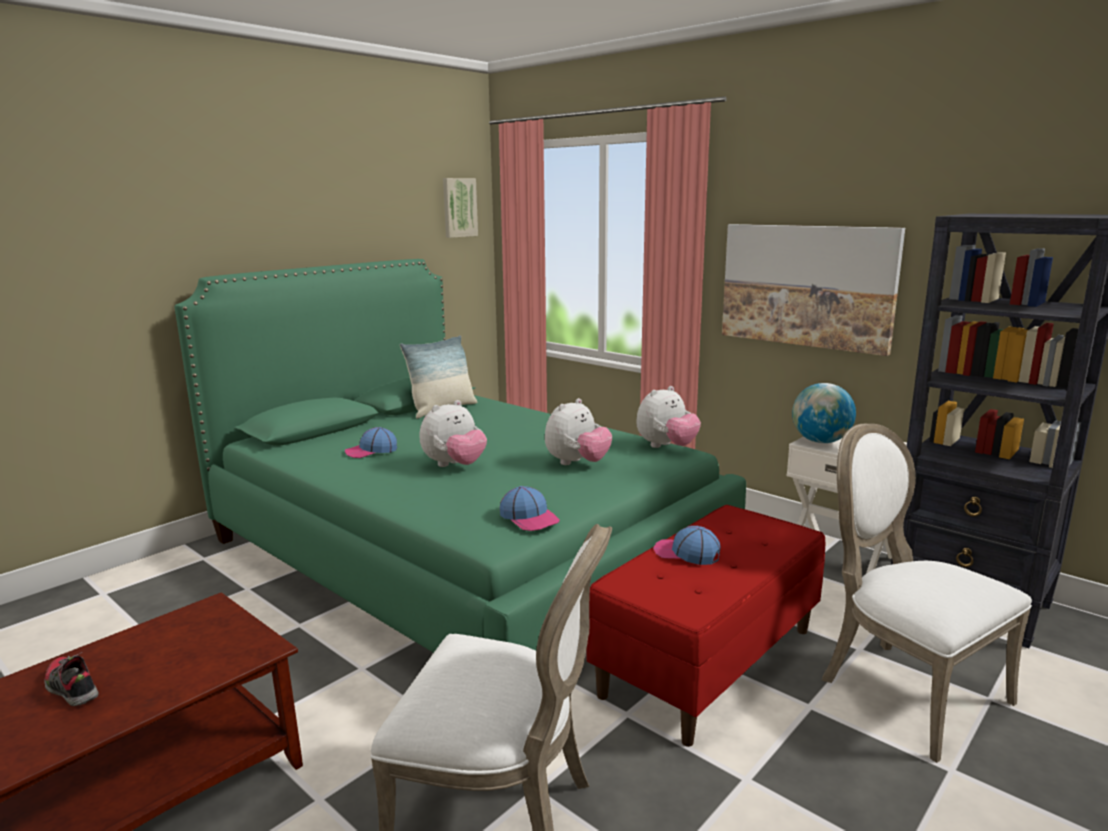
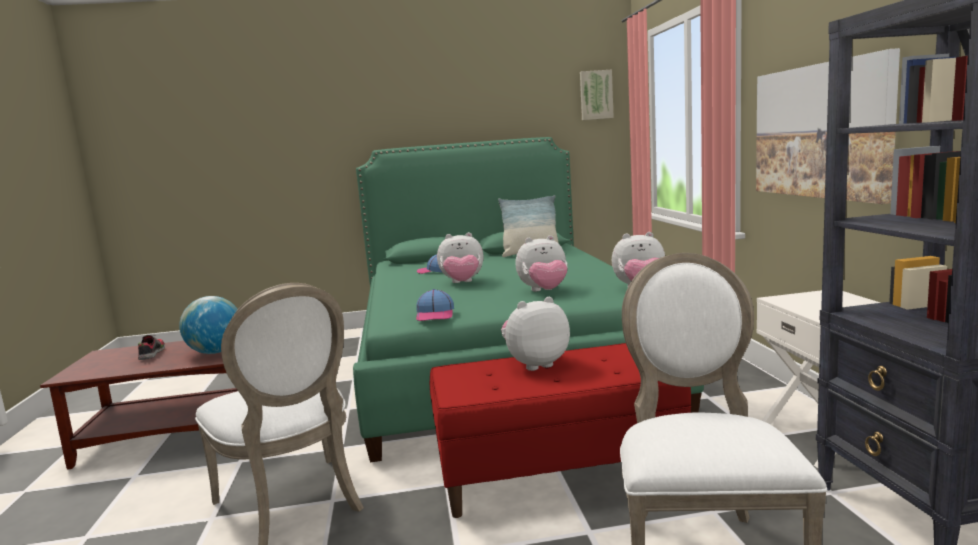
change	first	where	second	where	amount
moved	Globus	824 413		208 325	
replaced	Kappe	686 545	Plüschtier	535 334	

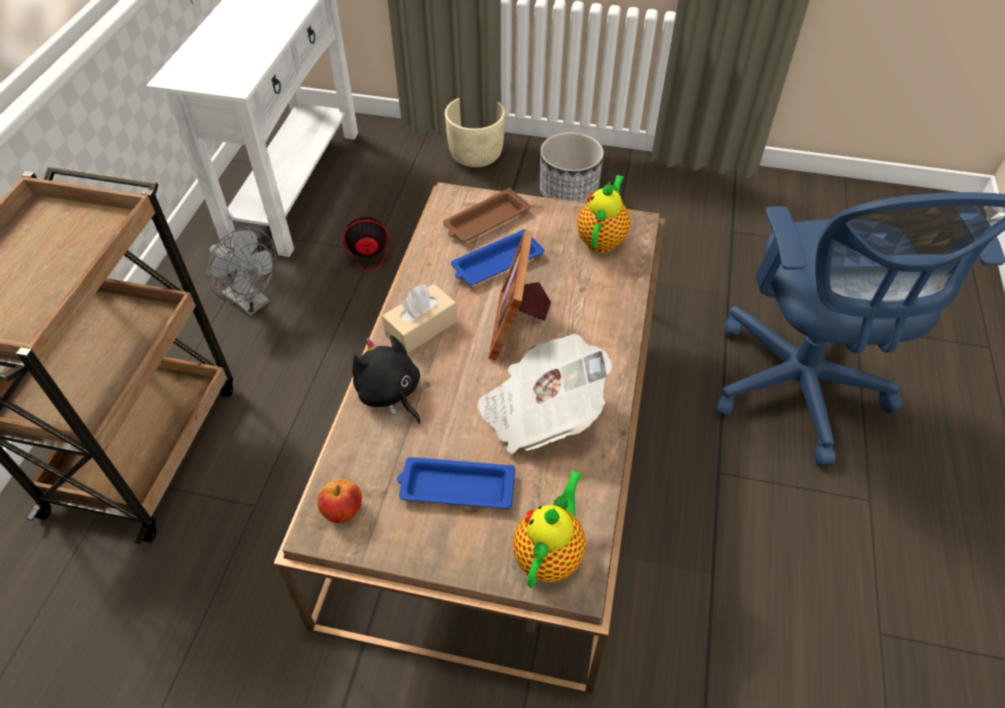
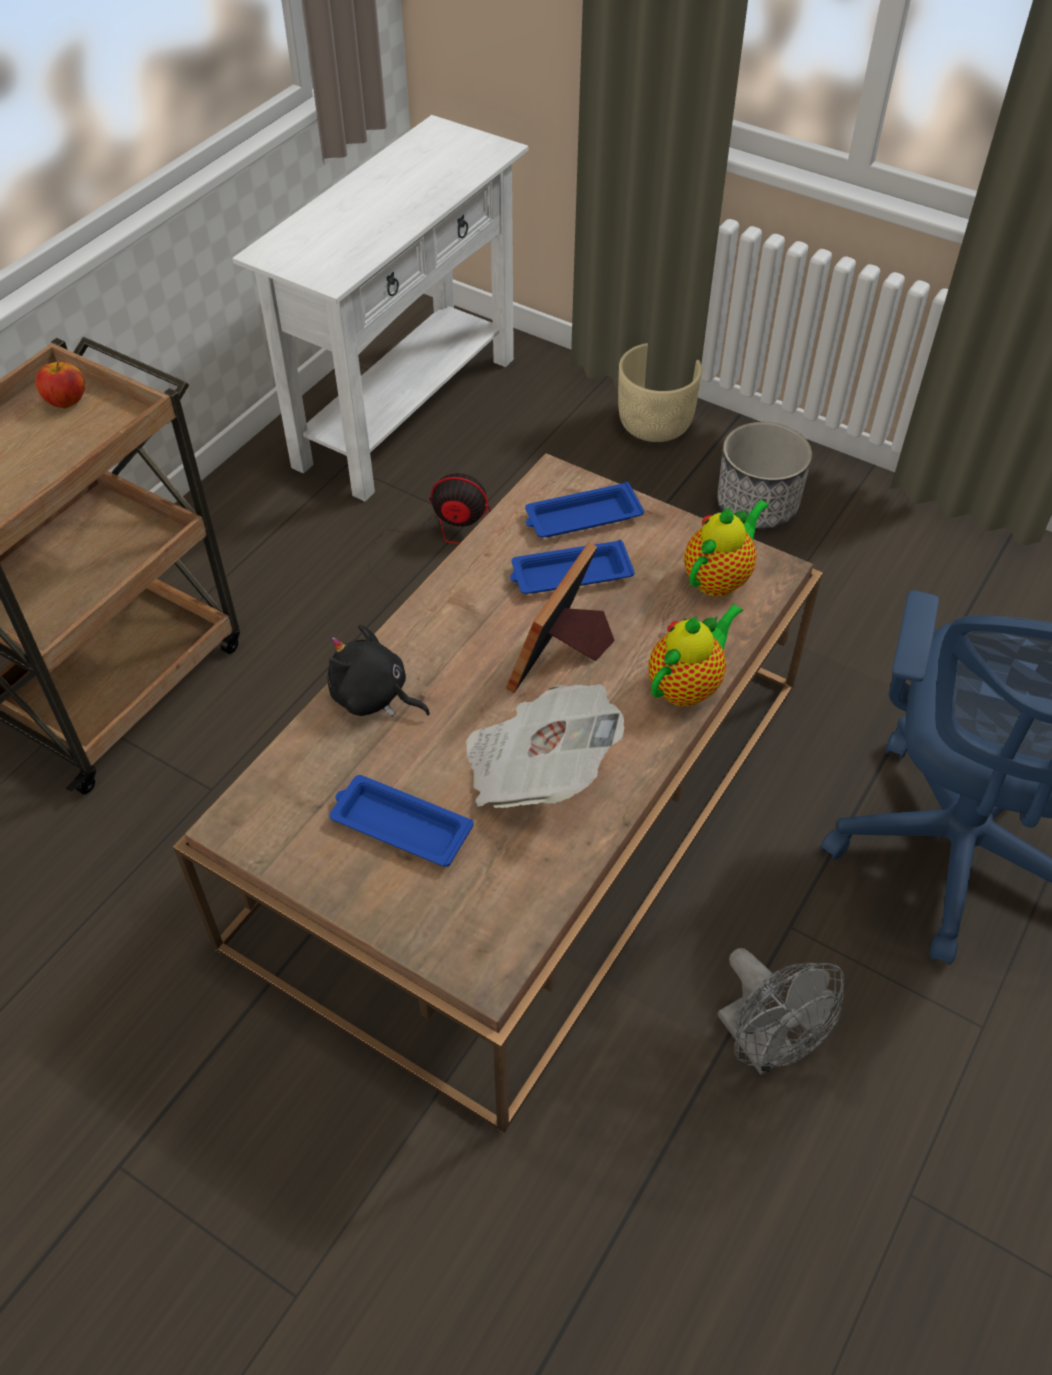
change	first	where	second	where	amount
recoloured	Tablett (braun)	486 215	Tablett (blau)	584 509	
moved	Ventilator (grau)	241 271		781 1011	
removed	Taschentuchbox (beige)	419 319			
turned	Plüschtier (schwarz)	386 379		379 670	45 degrees counterclockwise
moved	Teekanne	549 529		695 655	
moved	Apfel	339 501		60 384	

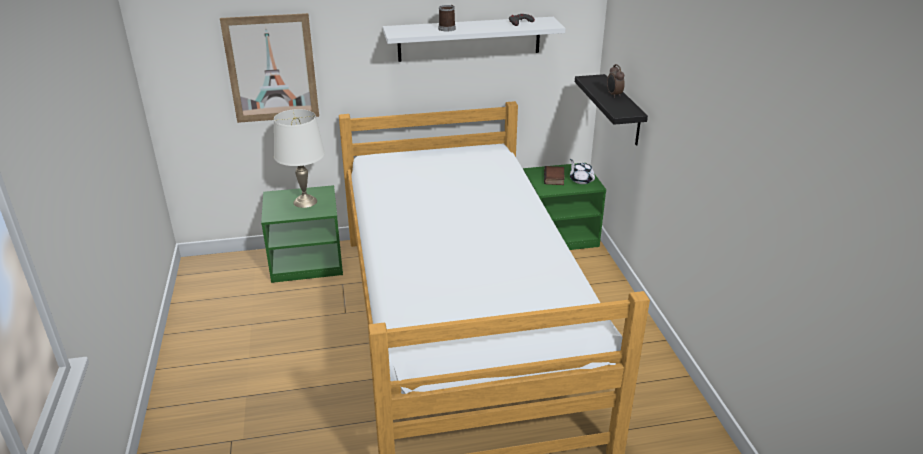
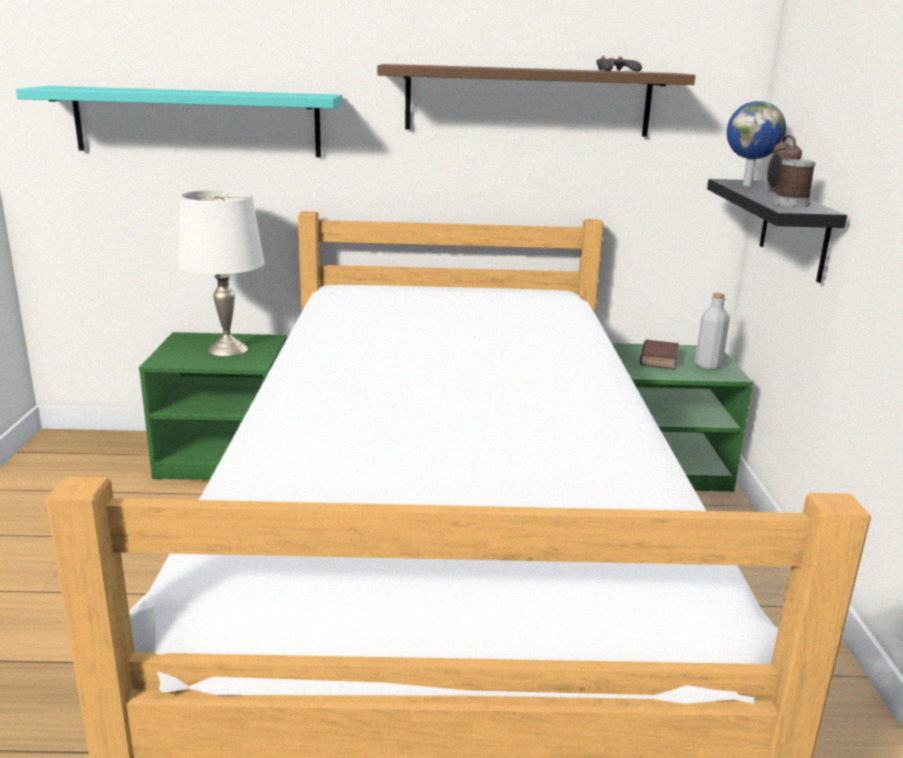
change	first	where	second	where	amount
moved	Henkelbecher	447 18		794 183	
replaced	Bild	269 68	Wandregal (türkis)	179 121	
recoloured	Wandregal (weiß)	474 39	Wandregal (braun)	536 100	
replaced	Teekanne (weiß)	582 171	Flasche (grau)	712 331	
added			Globus	756 143	

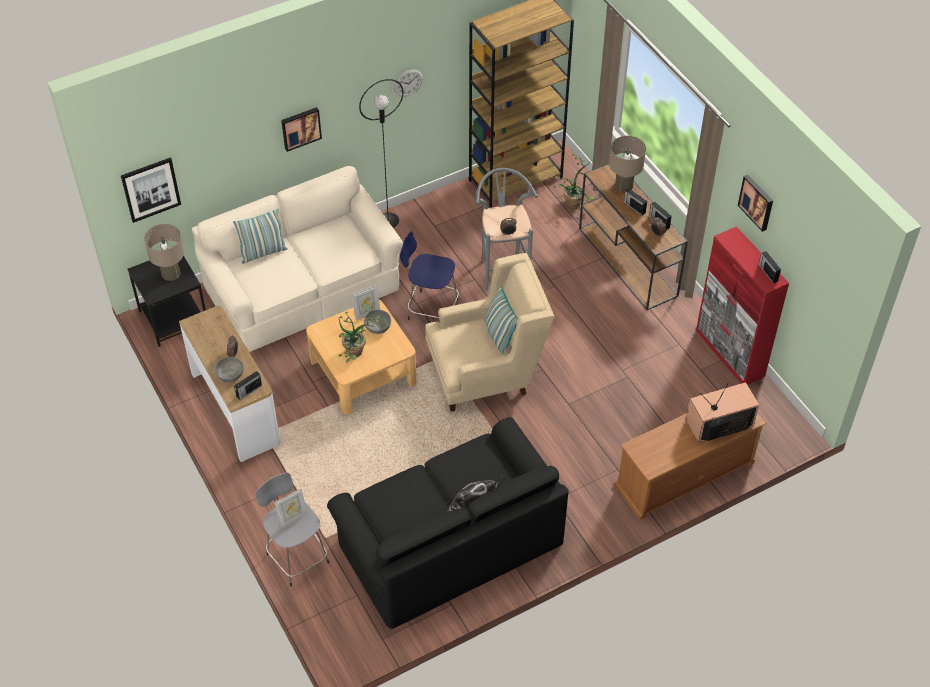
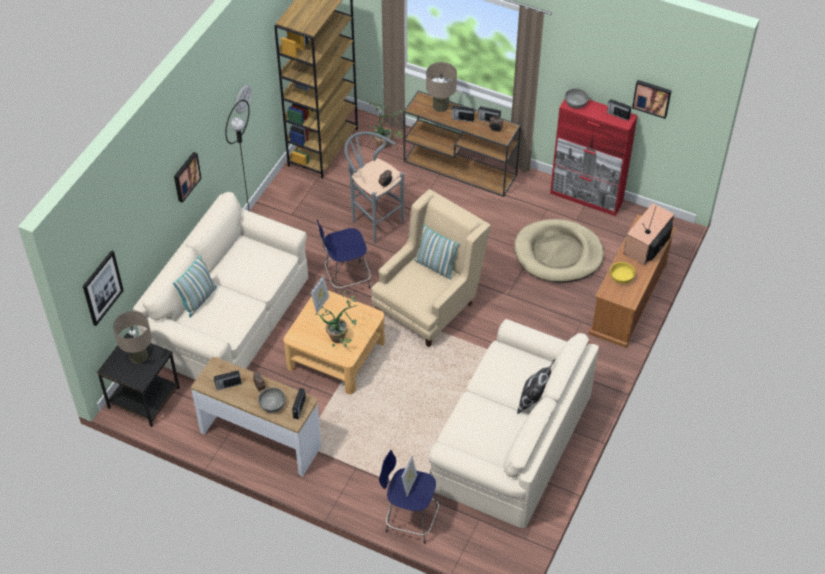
change	first	where	second	where	amount
moved	Bild	755 203		652 99	
moved	Schüssel (grau)	377 322		577 98	
recoloured	Sofa (schwarz)	448 523	Sofa (beige)	514 423	
recoloured	Hocker (grau)	292 529	Hocker (blau)	409 497	
added			Hundebett (beige)	559 251	
added			Schüssel (gelb)	622 273	
added			Radio	227 380	

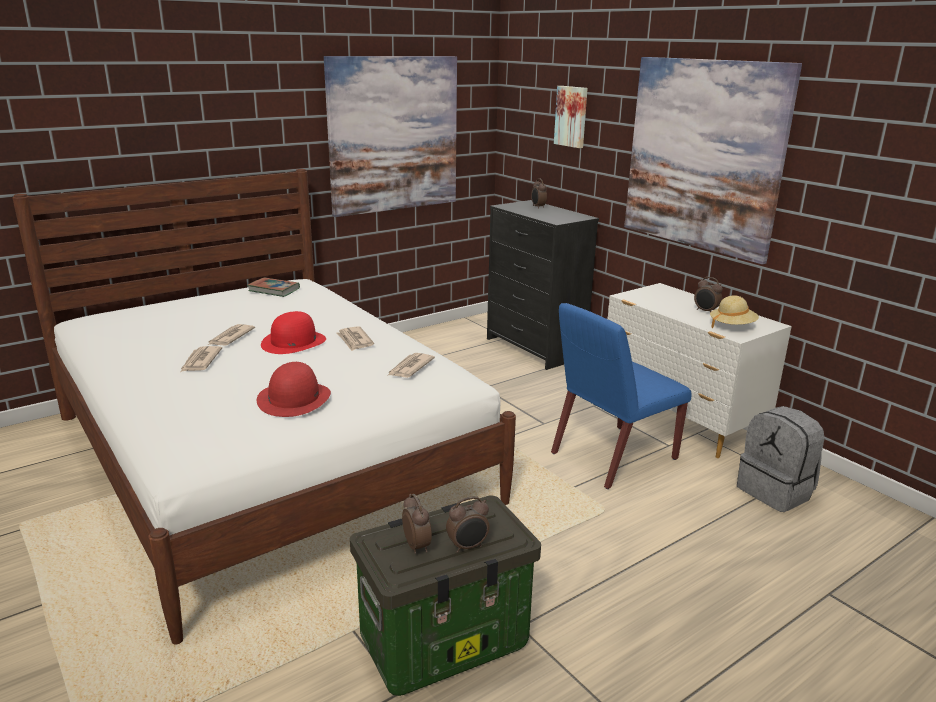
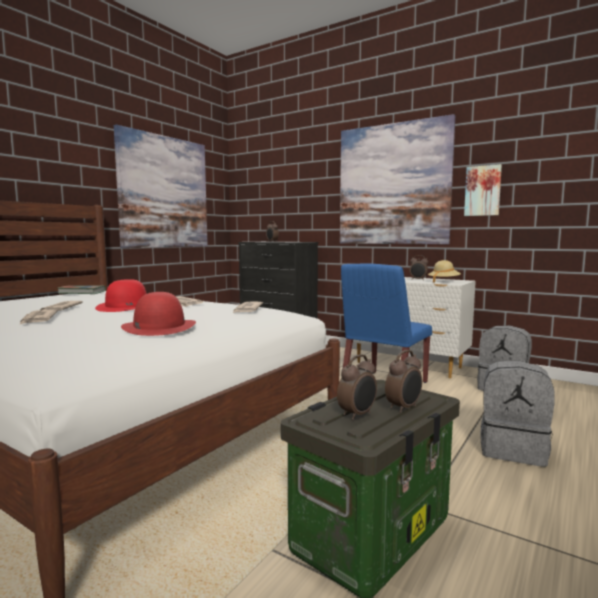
change	first	where	second	where	amount
moved	Bild	571 117		483 190	
turned	Wecker	417 524		357 387	90 degrees clockwise
added			Rucksack (grau)	517 413	

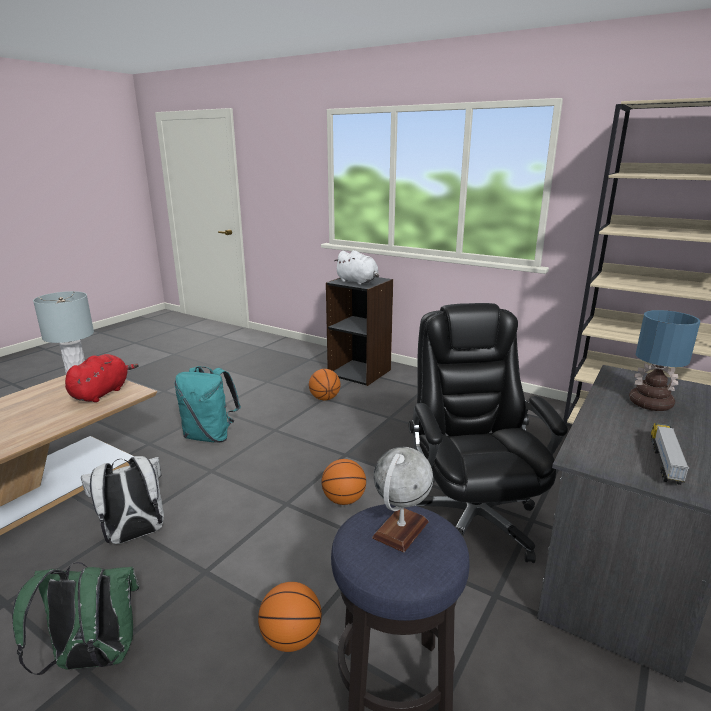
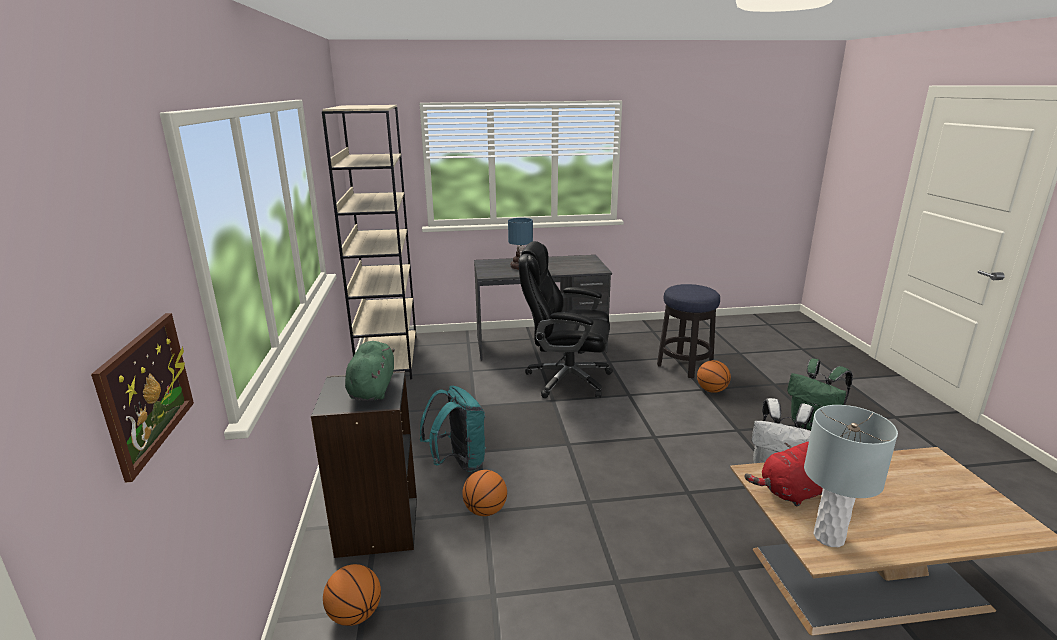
change	first	where	second	where	amount
recoloured	Plüschtier (weiß)	356 267	Plüschtier (grün)	370 371	
turned	Bürostuhl (schwarz)	488 433		566 319	60 degrees clockwise
moved	Rucksack (türkis)	208 404		453 429	
removed	Spielzeuglaster	670 454			
removed	Globus	402 499			
moved	Basketball	344 482		352 595	
added			Bild	142 398	

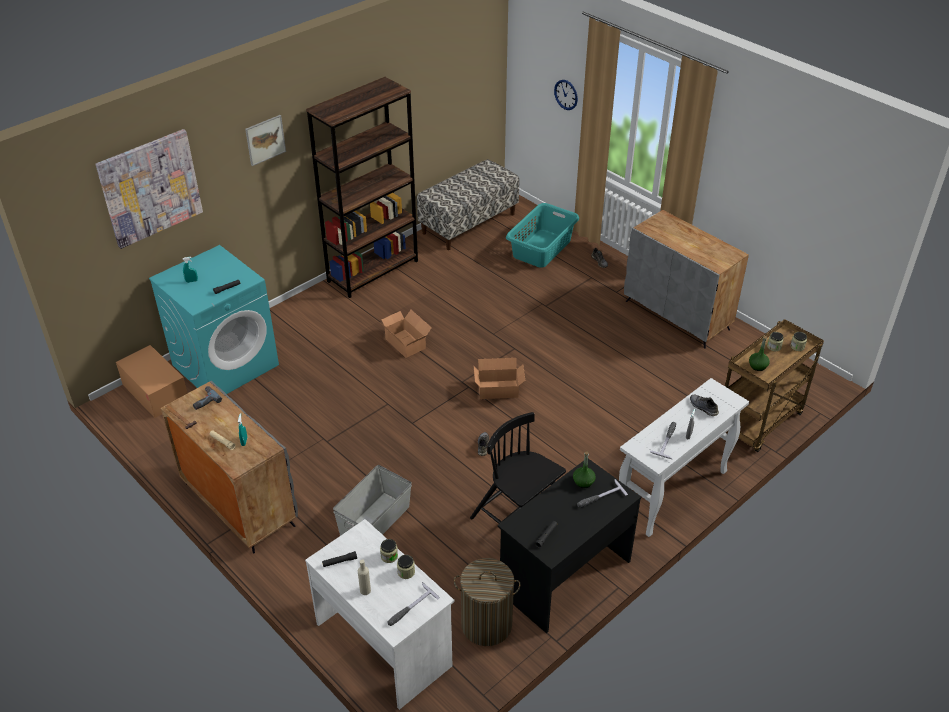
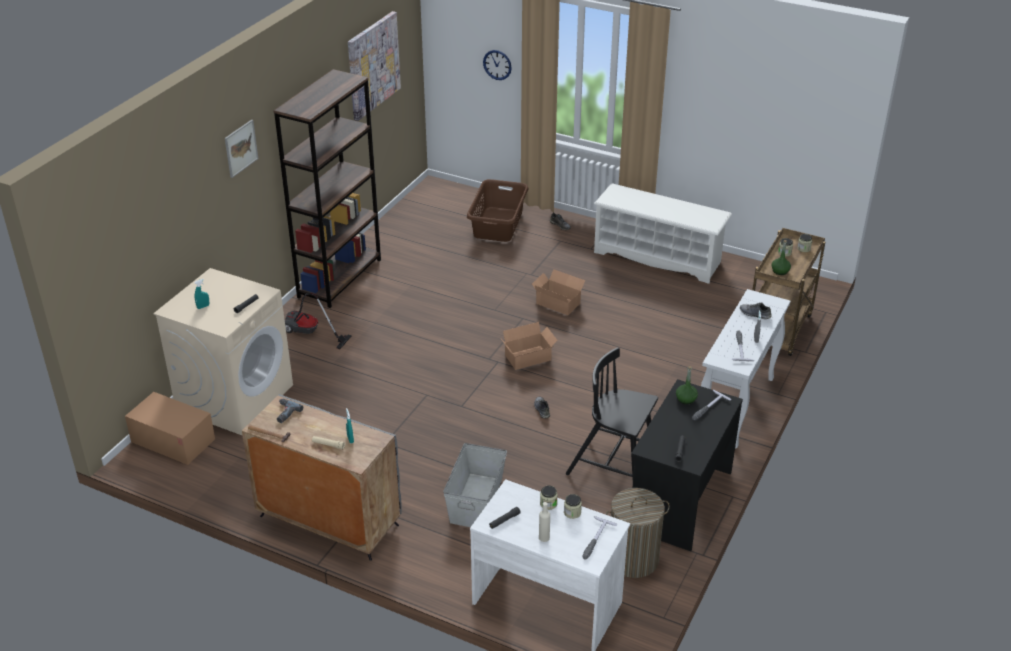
change	first	where	second	where	amount
moved	Bild	149 189		374 66	
removed	Bank	468 204			
recoloured	Wäschekorb (türkis)	542 235	Wäschekorb (braun)	497 210	
replaced	Schrank (grau)	686 279	Schuhregal (weiß)	663 233	
recoloured	Waschmaschine (türkis)	214 319	Waschmaschine (beige)	223 351	
moved	Karton	406 334		558 292	
added			Staubsauger	318 320	

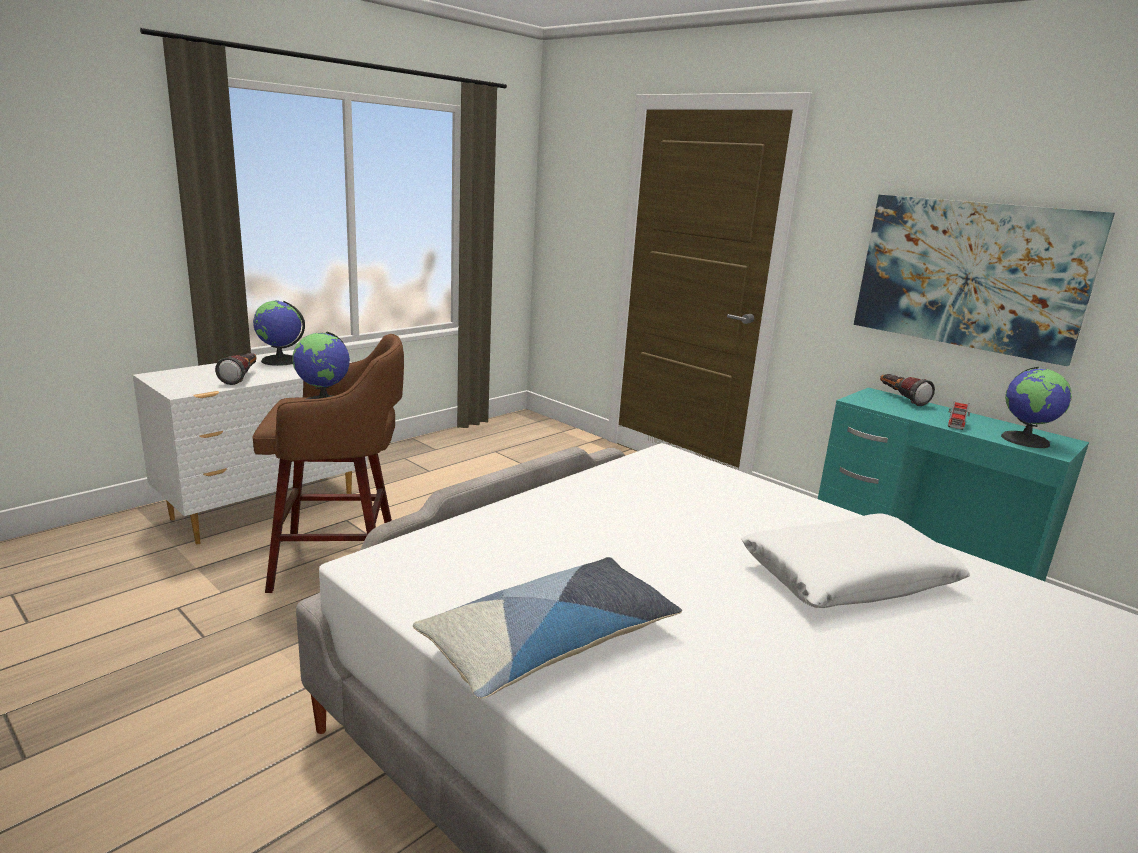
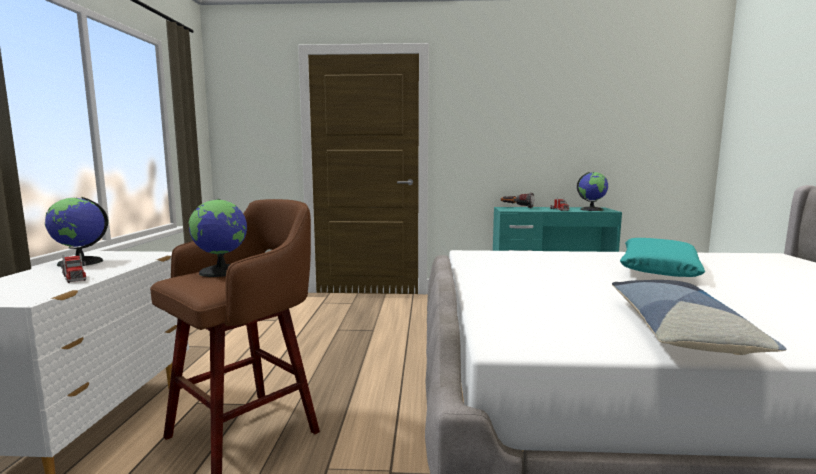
change	first	where	second	where	amount
removed	Bild	984 280			
replaced	Taschenlampe	235 369	Spielzeuglaster	74 268	
recoloured	Kissen (weiß)	855 560	Kissen (türkis)	662 257	

